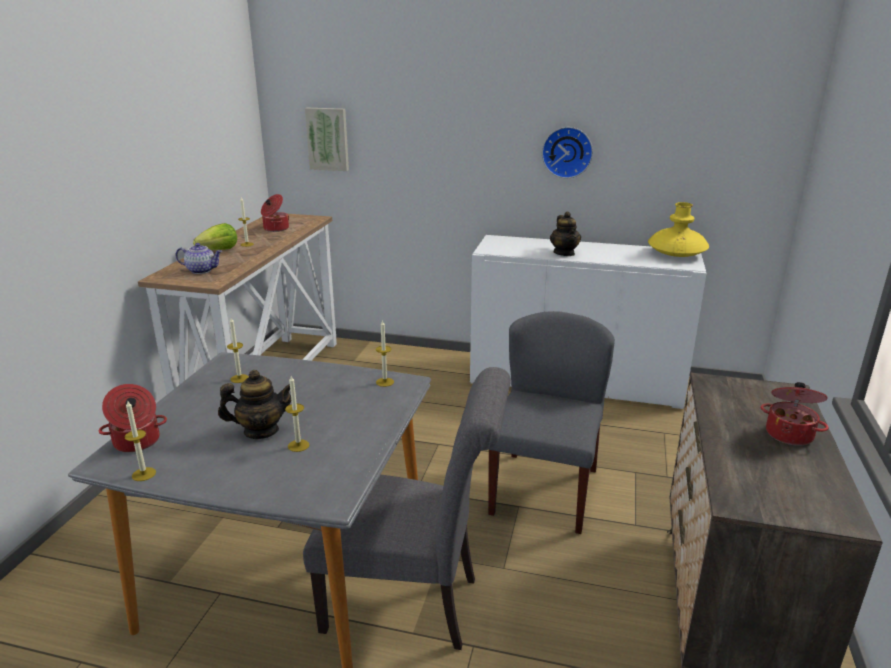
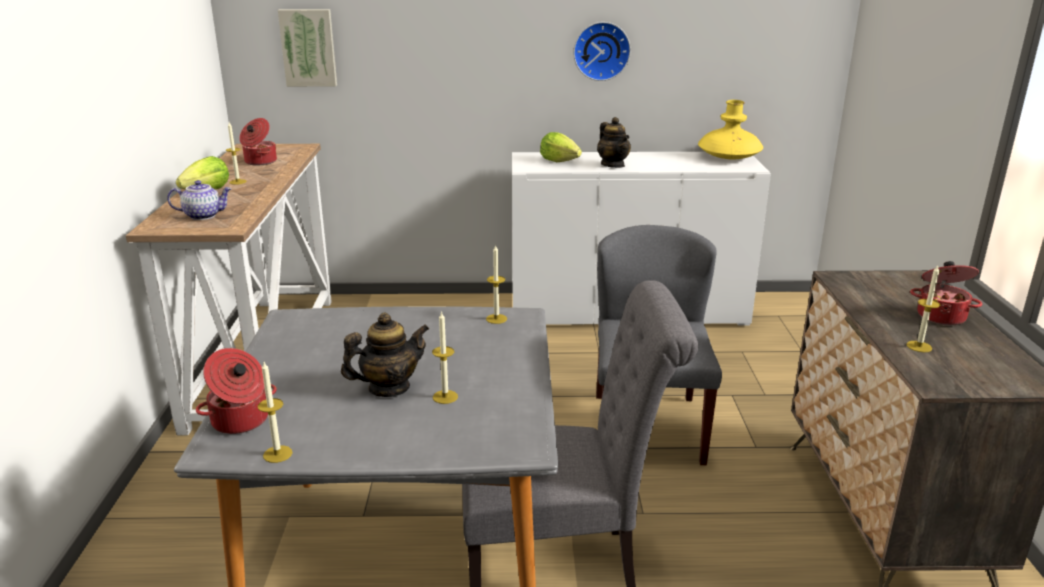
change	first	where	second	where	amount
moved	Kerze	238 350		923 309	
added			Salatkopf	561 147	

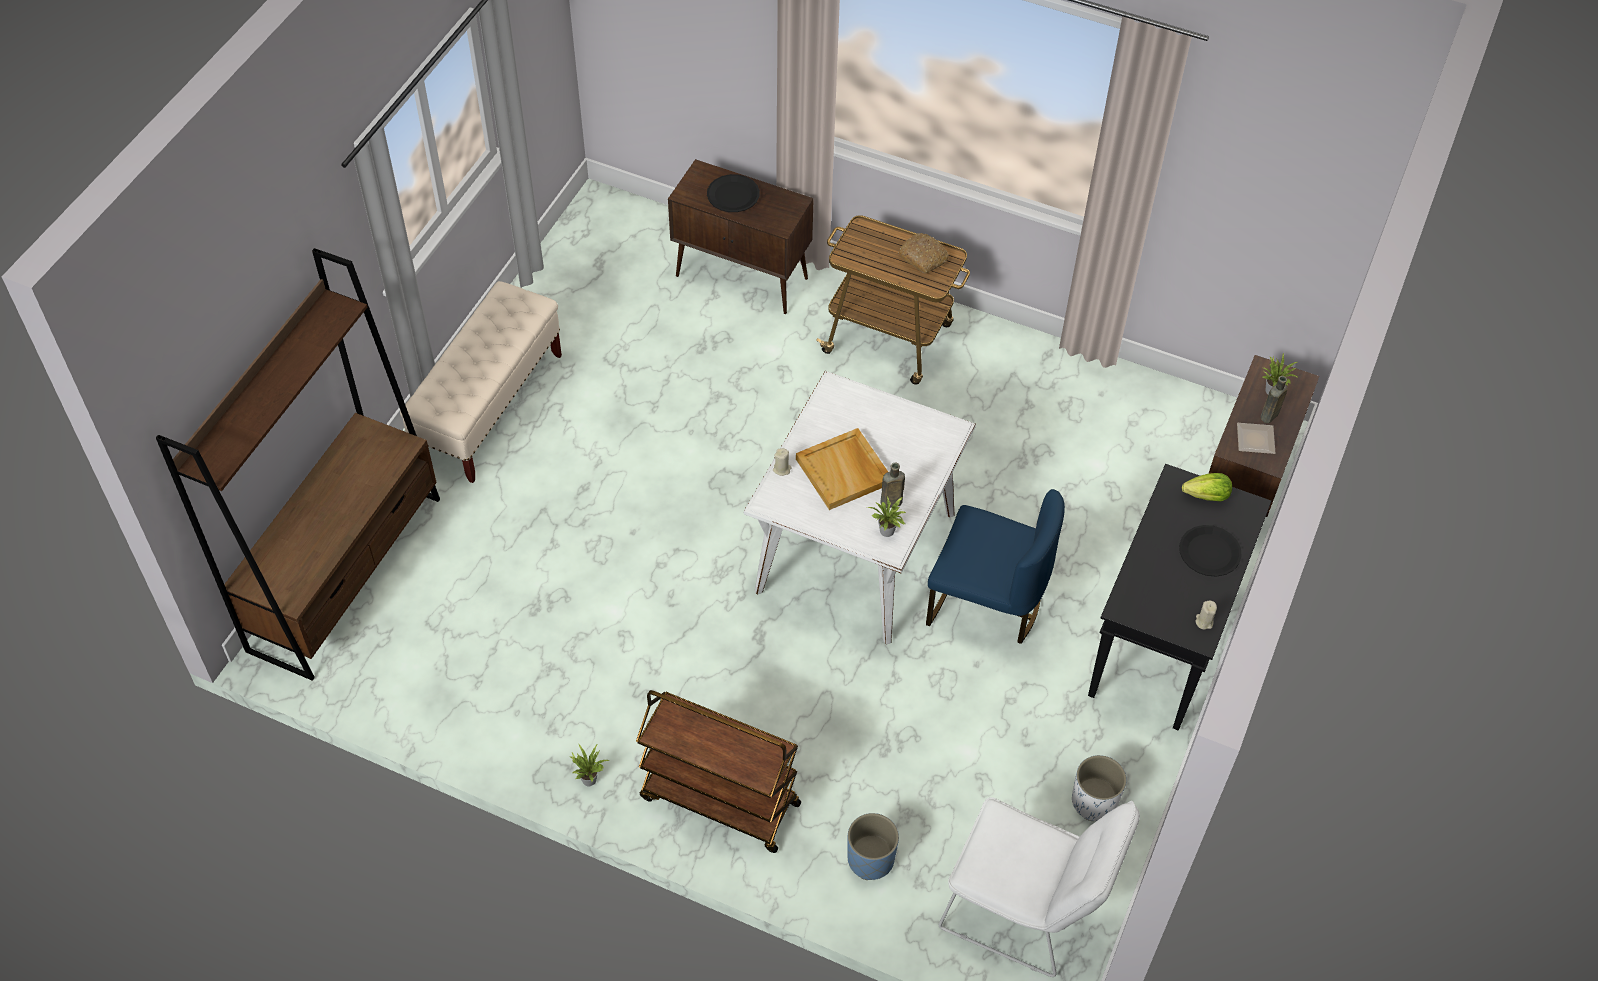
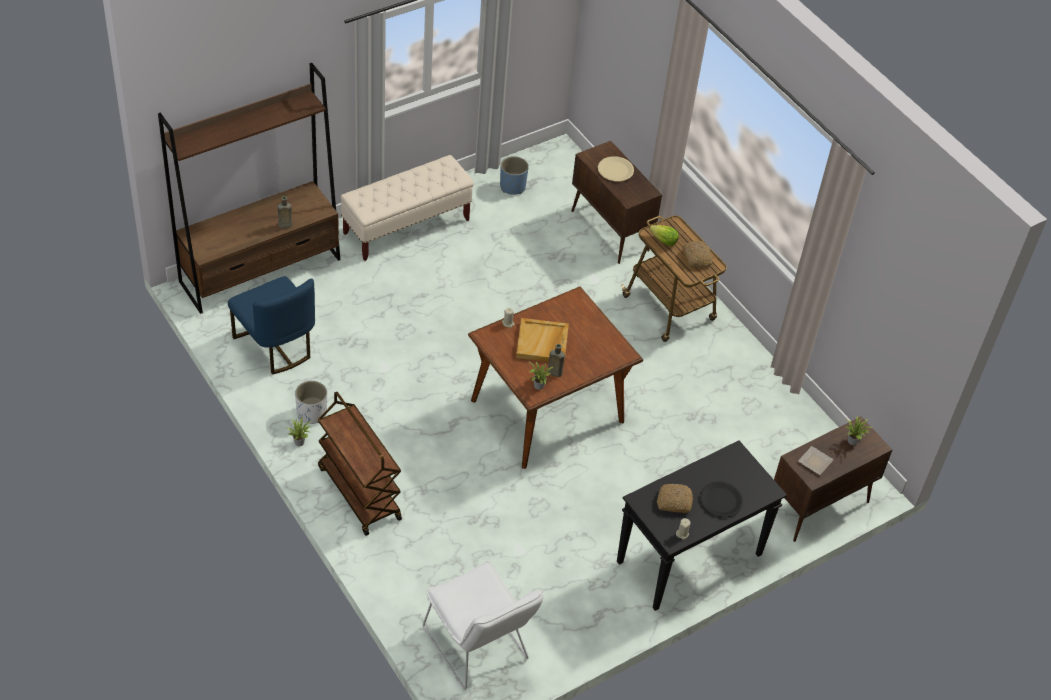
change	first	where	second	where	amount
recoloured	Teller (schwarz)	733 193	Teller (beige)	616 169	
recoloured	Esstisch (weiß)	860 507	Esstisch (braun)	555 377	
moved	Flasche (braun)	1273 399		285 212	
moved	Salatkopf	1207 487		664 235	
moved	Stuhl (blau)	995 566		271 325	
moved	Pflanzkübel (weiß)	1099 788		311 402	
moved	Pflanzkübel (blau)	873 846		514 175	
added			Brot	675 498	

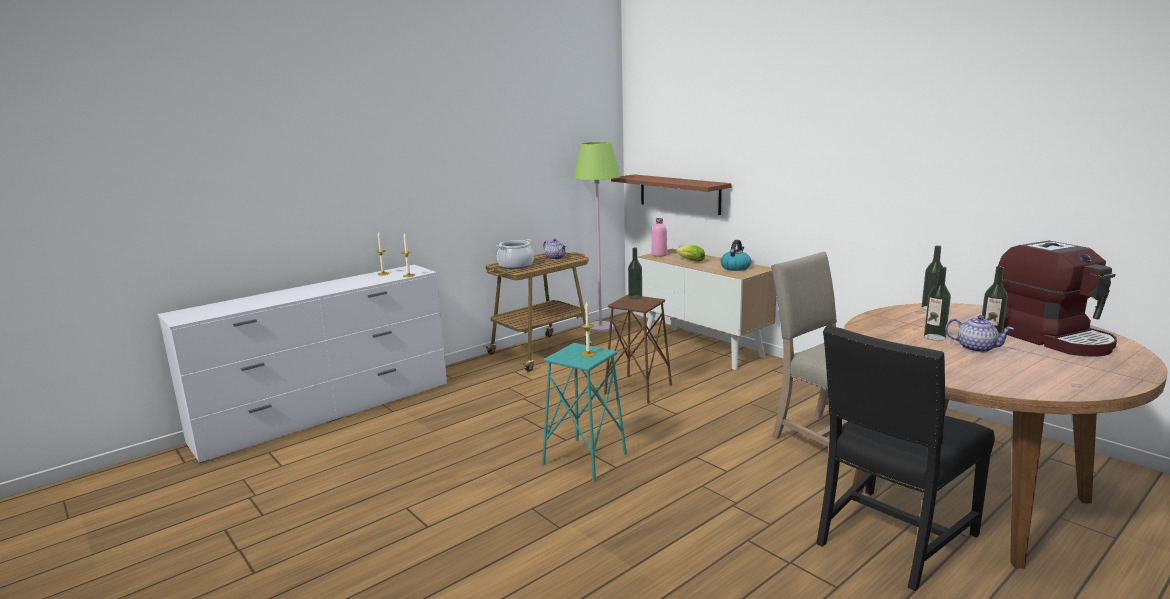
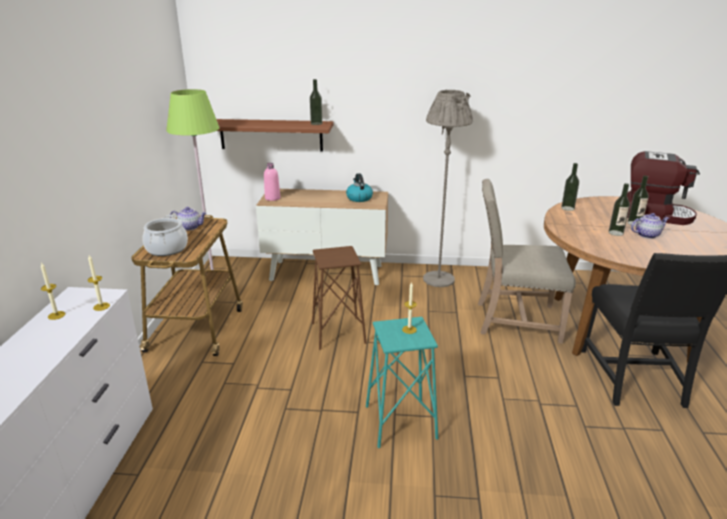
change	first	where	second	where	amount
removed	Salatkopf	690 253			
moved	Flasche	635 273		316 102	
added			Stehlampe (grau)	448 188	

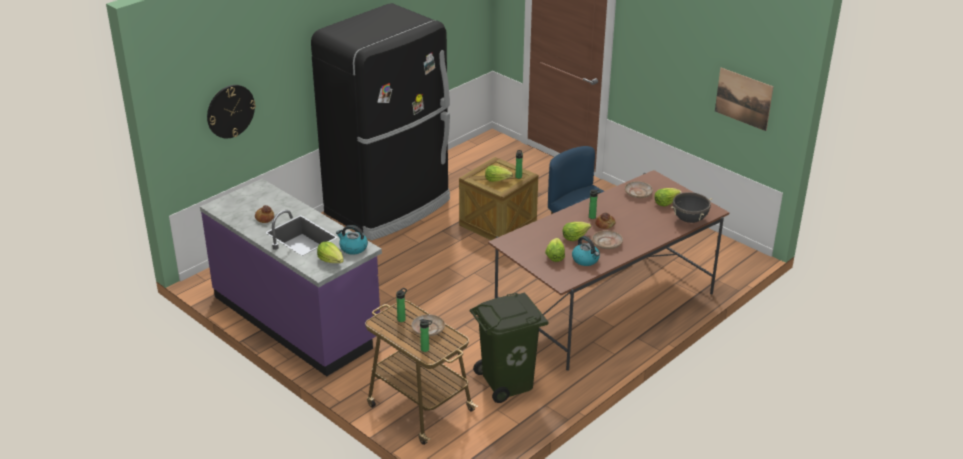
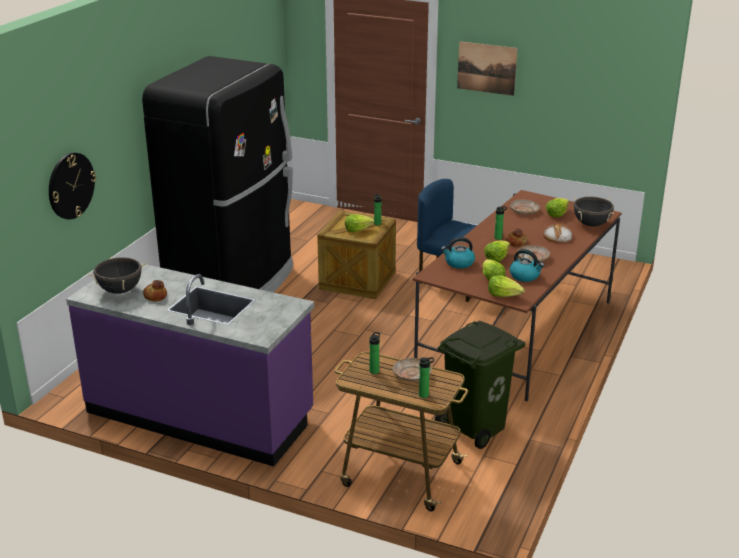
change	first	where	second	where	amount
moved	Bild	744 99		487 68	
moved	Wasserkessel	352 240		458 253	
moved	Salatkopf	330 252		506 286	
added			Brot	558 233	
added			Kochtopf (schwarz)	117 275	

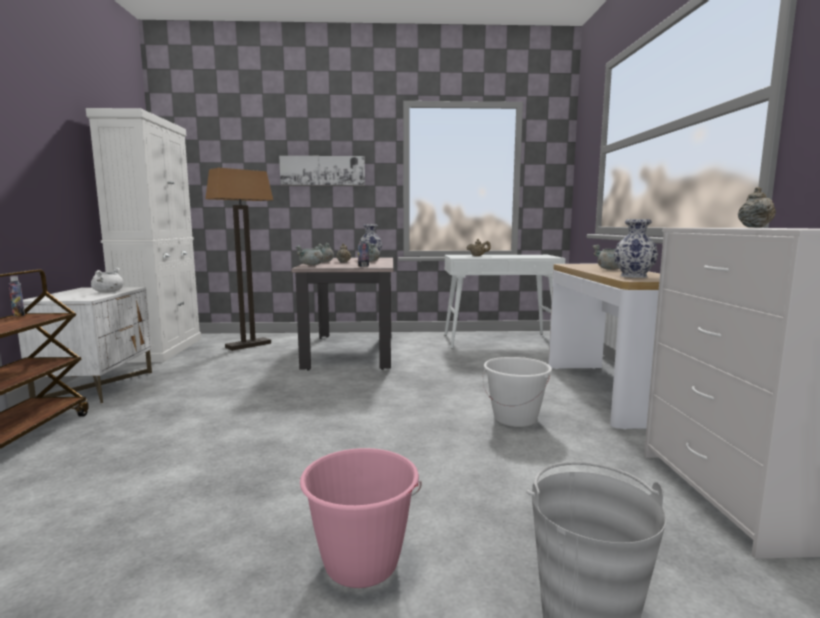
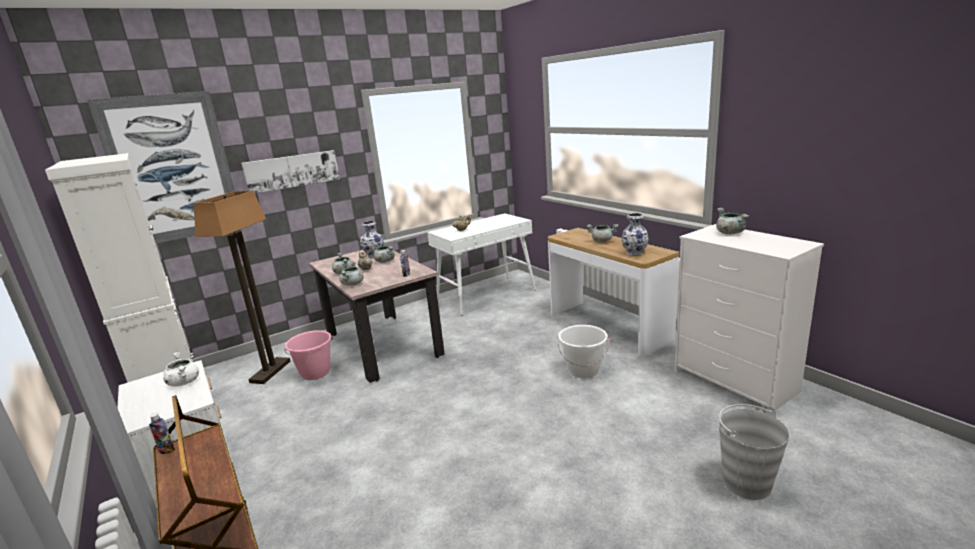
change	first	where	second	where	amount
replaced	Teekanne (beige)	757 207	Kochtopf (grau)	733 221	
moved	Eimer (rosa)	361 518		308 355	
added			Bild	161 167	

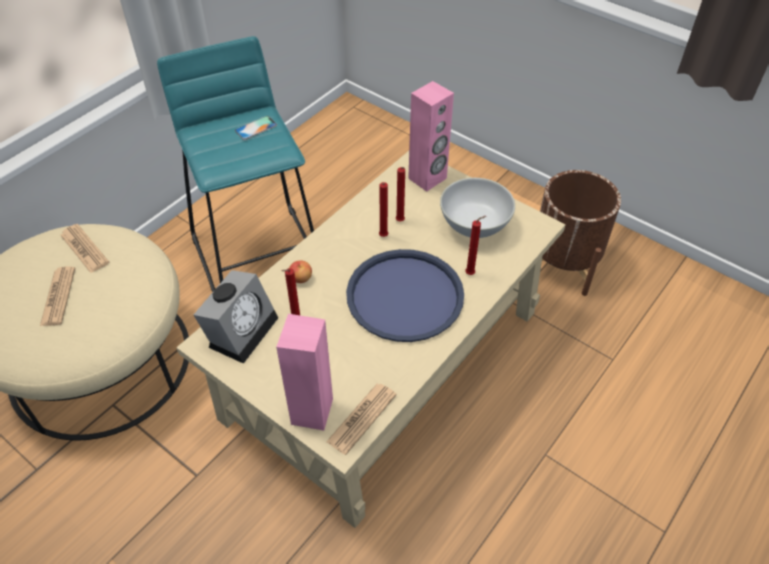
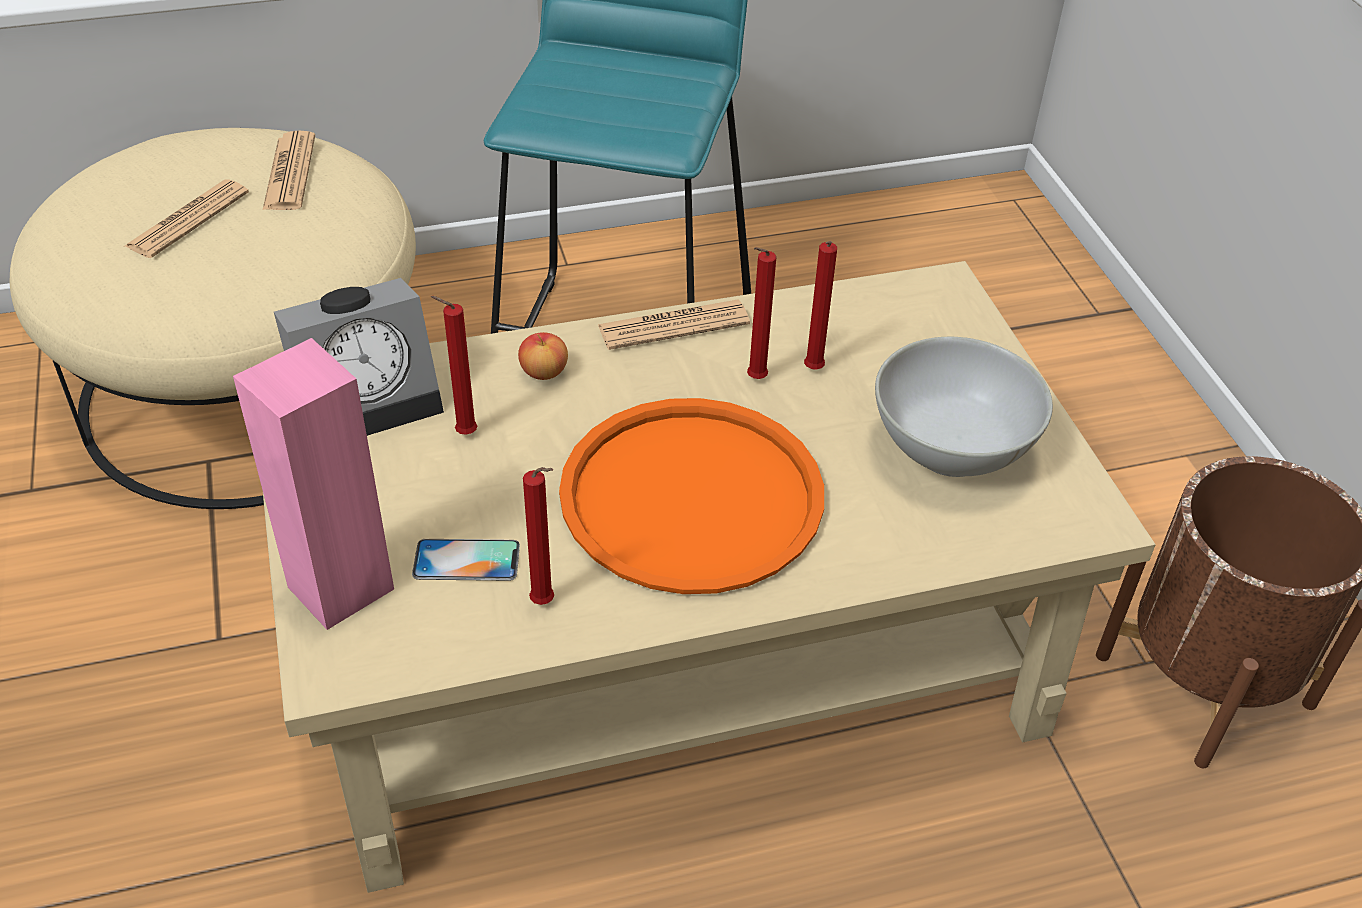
change	first	where	second	where	amount
removed	Lautsprecher (rosa)	431 136			
moved	Handy	256 128		466 560	
moved	Kerze (rot)	475 245		538 536	
recoloured	Tablett (blau)	405 295	Tablett (orange)	691 496	
moved	Zeitung	361 419		674 325	

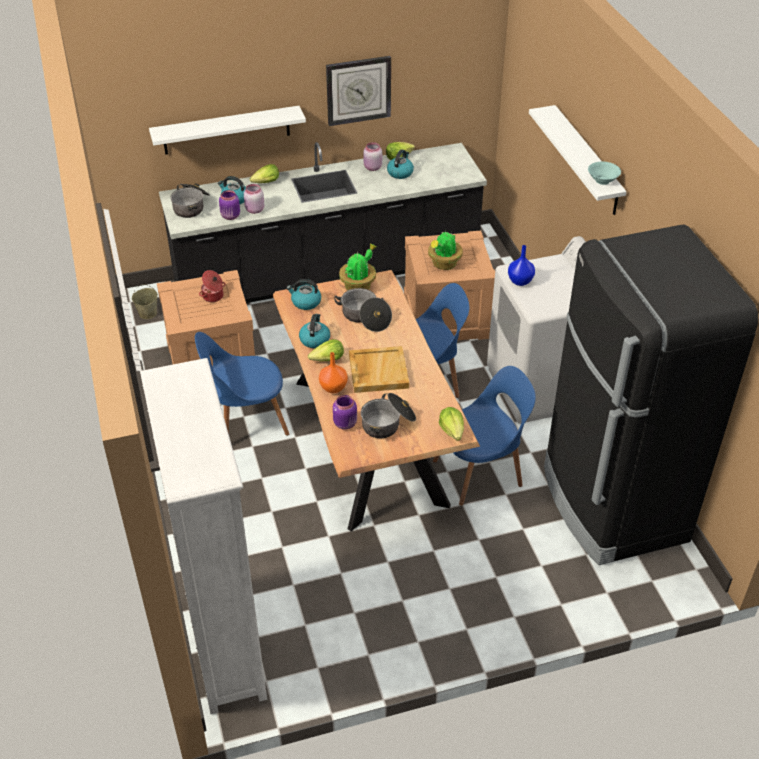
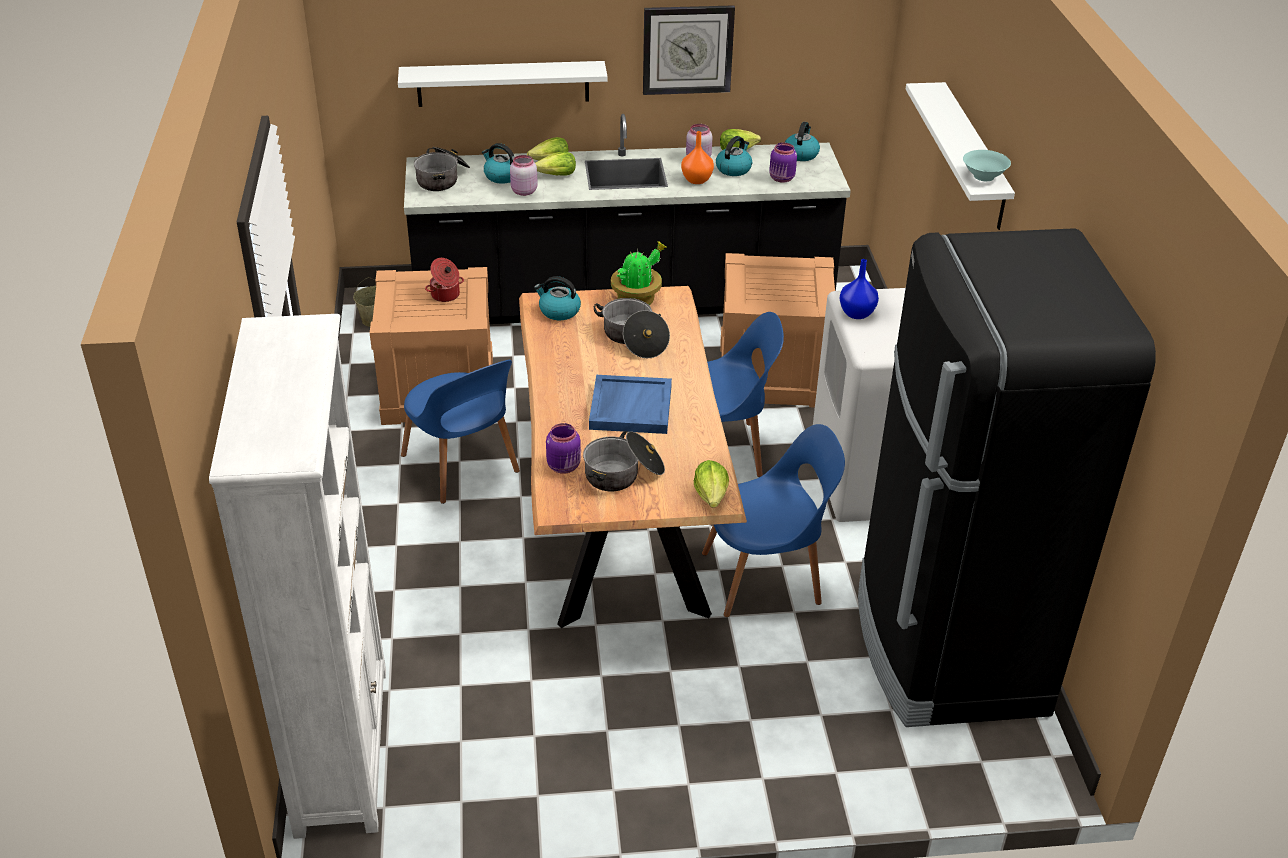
change	first	where	second	where	amount
moved	Vorratsglas (lila)	229 205		783 163	
removed	Topfpflanze	445 250			
moved	Wasserkessel	314 331		802 141	
turned	Stuhl (blau)	242 384		460 432	120 degrees counterclockwise
moved	Salatkopf	326 350		555 163	
recoloured	Tablett (beige)	379 369	Tablett (blau)	630 404	
moved	Vase (orange)	333 372		697 157	

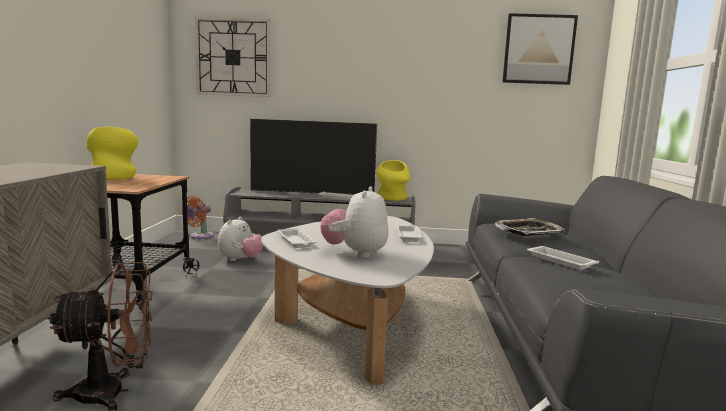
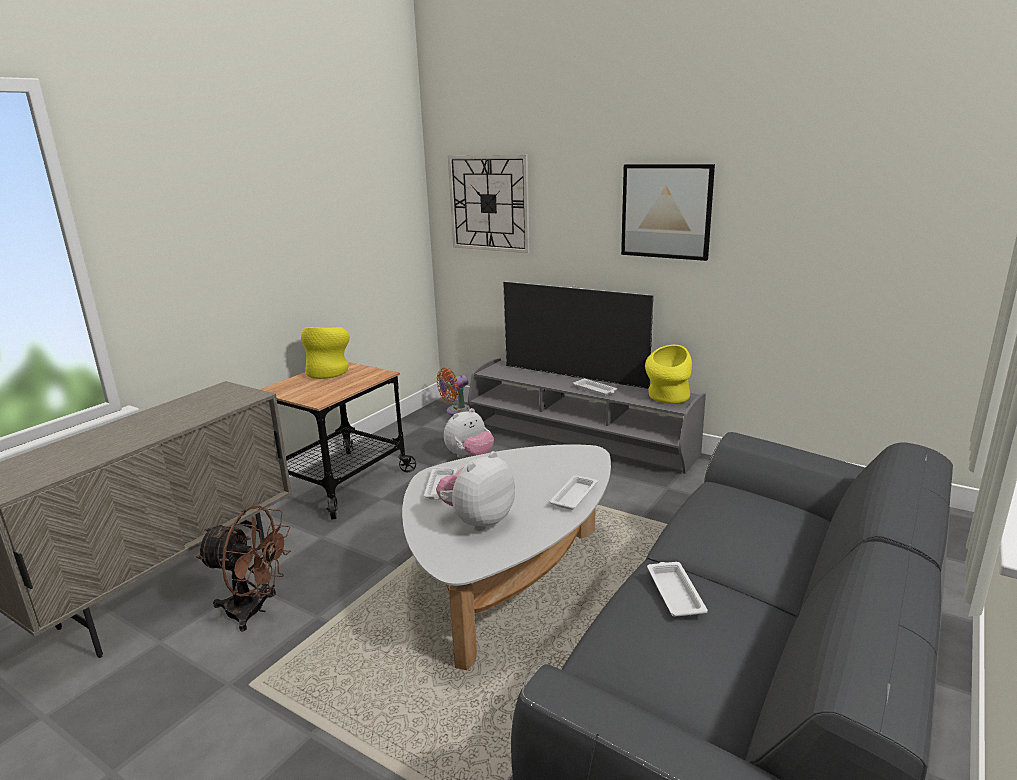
change	first	where	second	where	amount
moved	Bild	540 49		668 212	
removed	Tablett	530 227			

